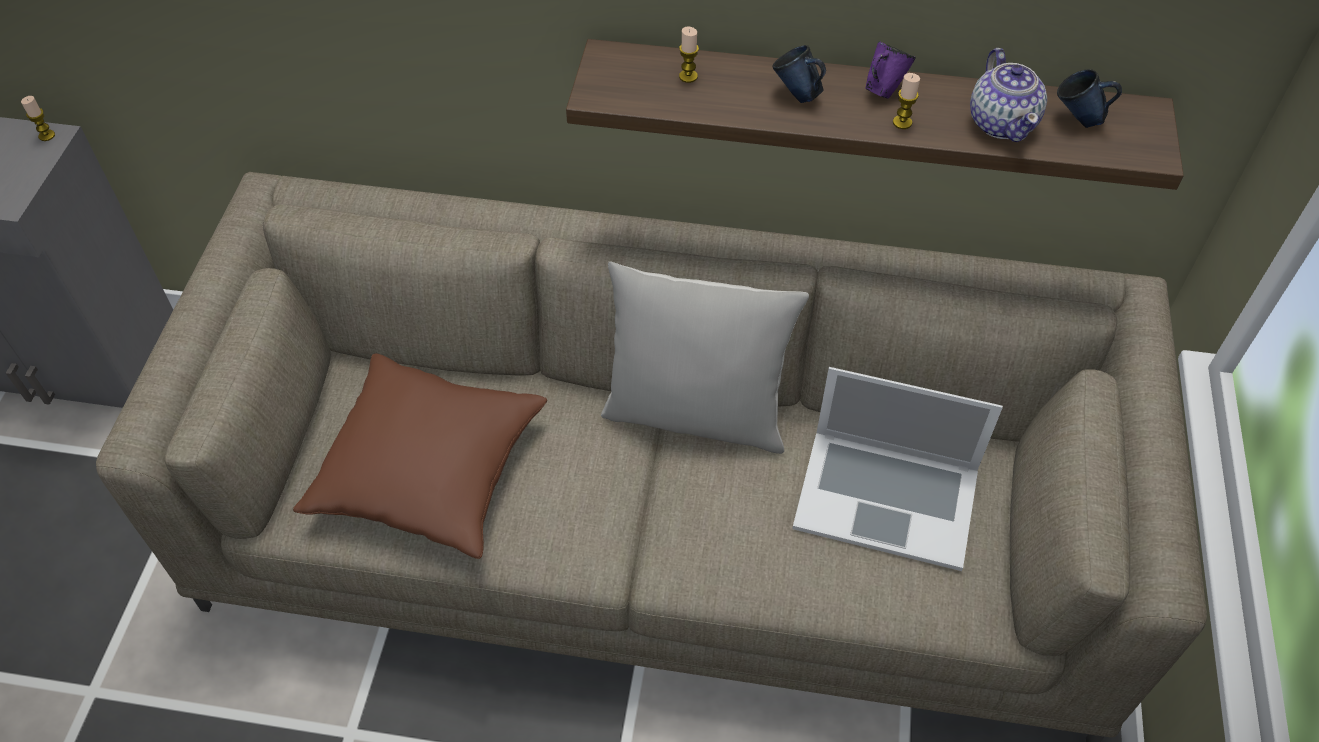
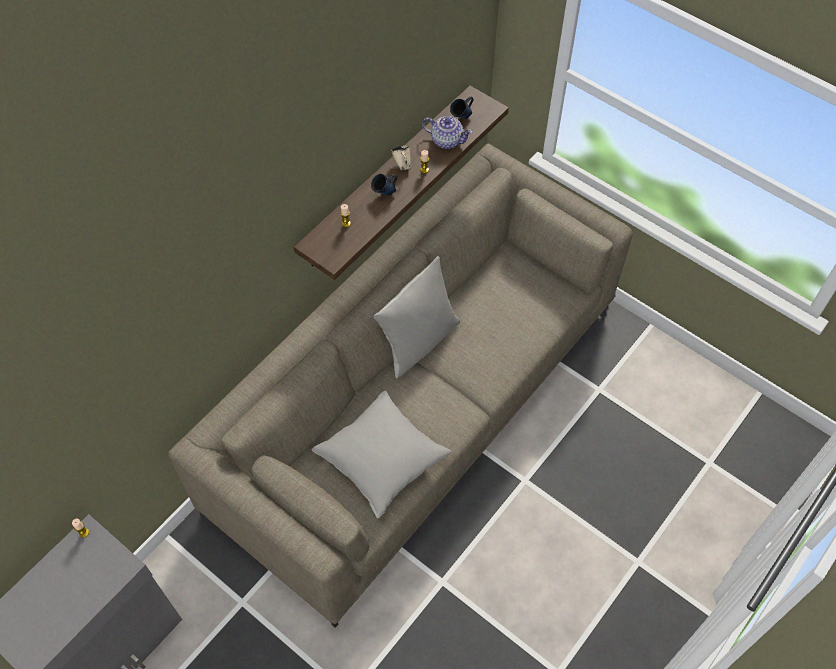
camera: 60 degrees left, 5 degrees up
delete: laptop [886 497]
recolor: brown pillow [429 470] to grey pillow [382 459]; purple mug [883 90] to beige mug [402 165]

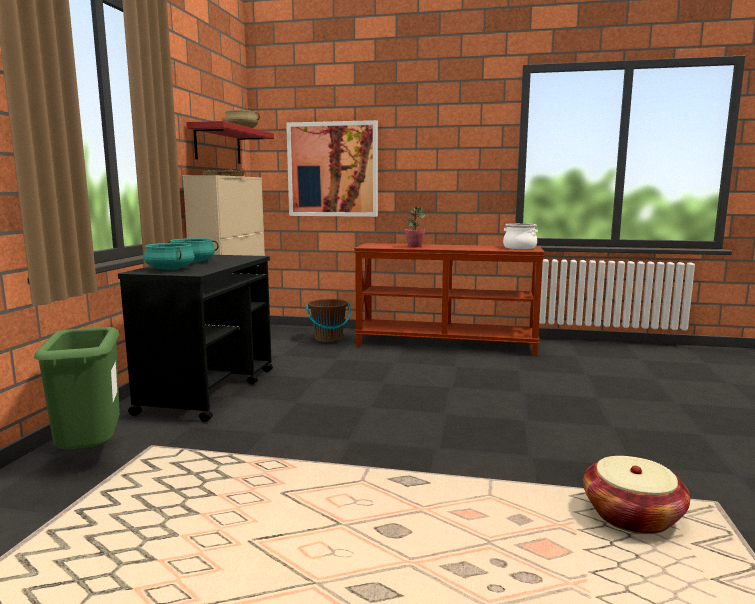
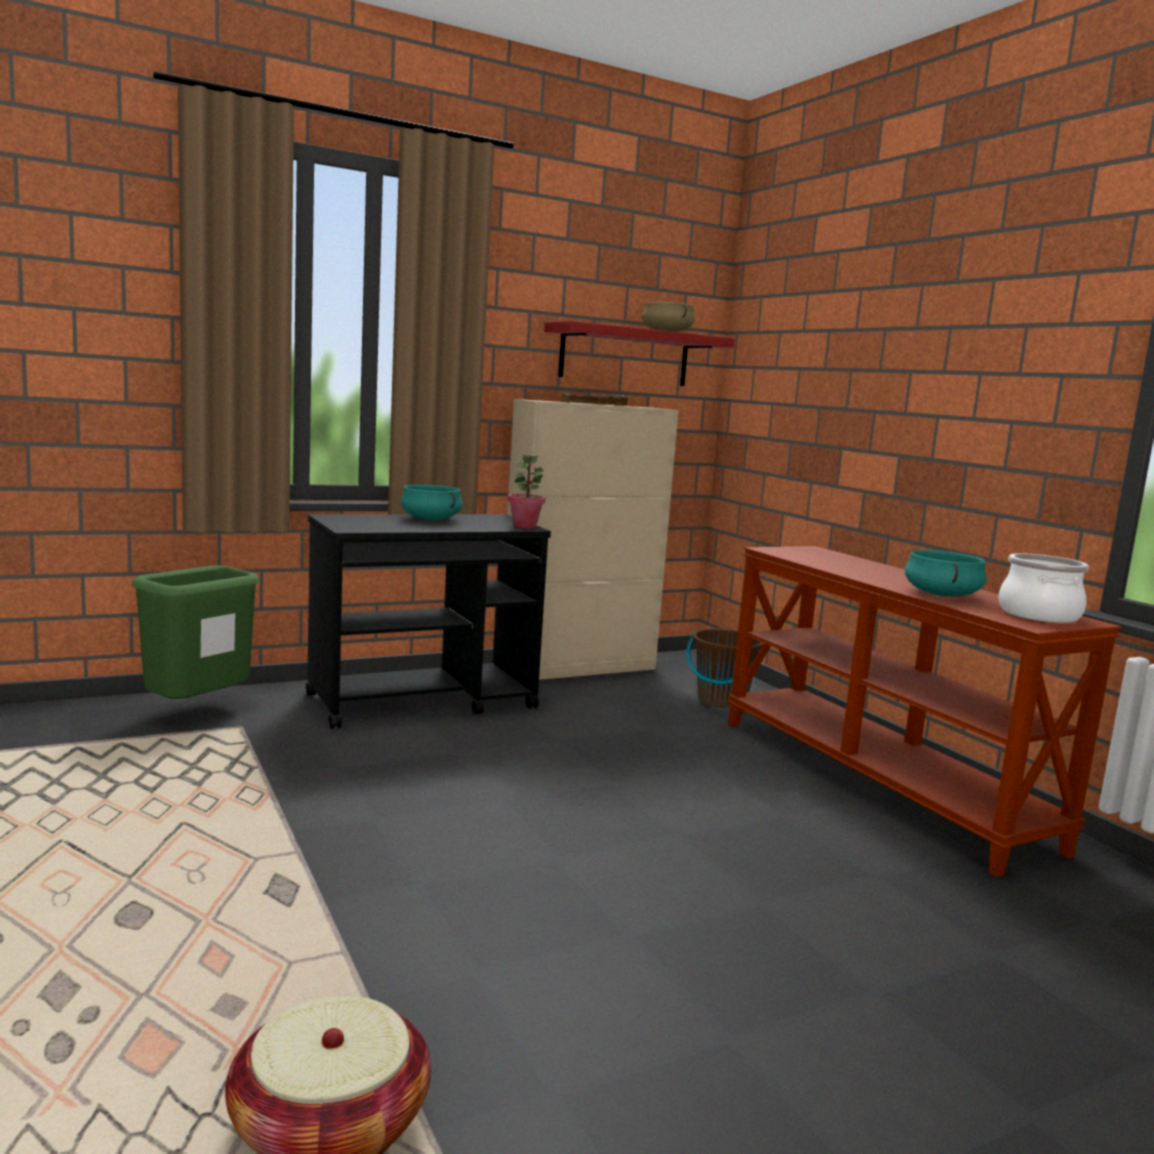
camera: 50 degrees right, 0 degrees up
delete: picture [332 169]
move: turquoise cooking pot [169 269] to [941 594]; potted plant [414 246] to [525 526]

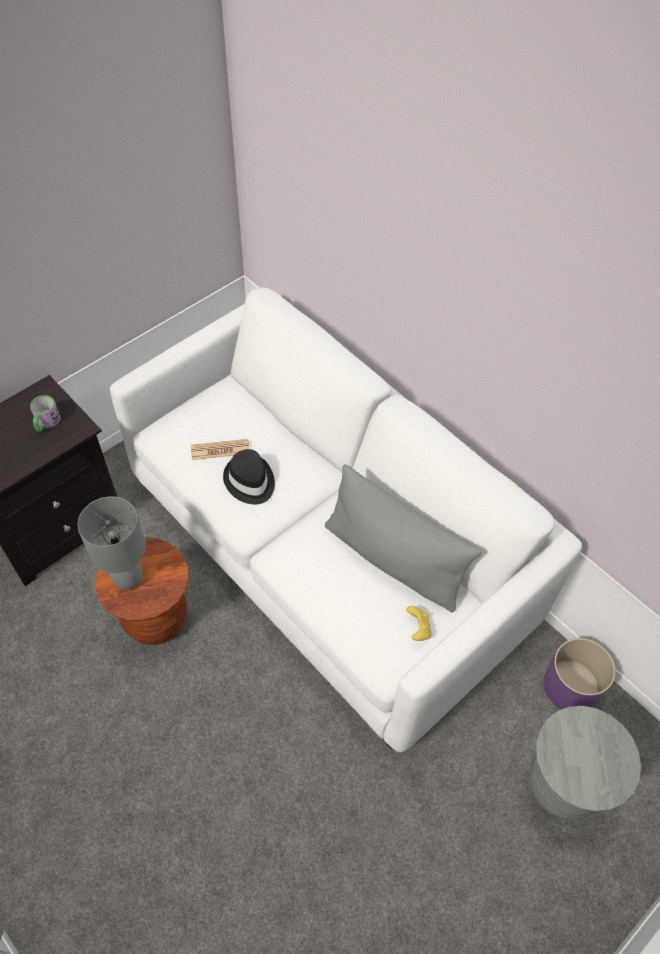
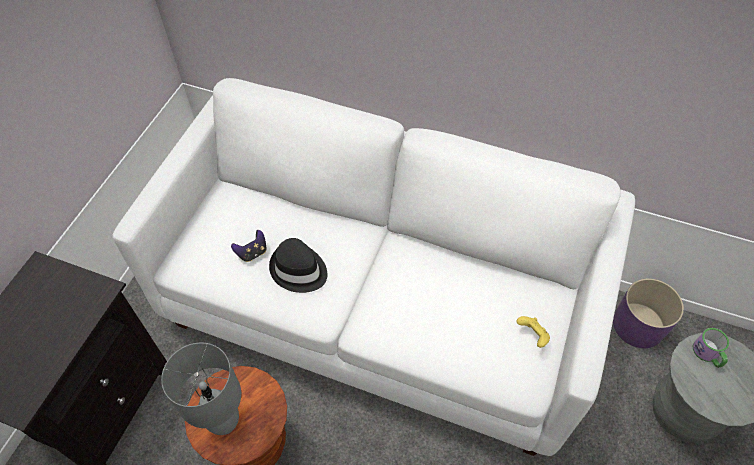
camera: 25 degrees left, 0 degrees up
delete: grey pillow [393 560]
move: mug [46 422] to [708 354]
replace: newspaper [220 450] to game controller [252 253]

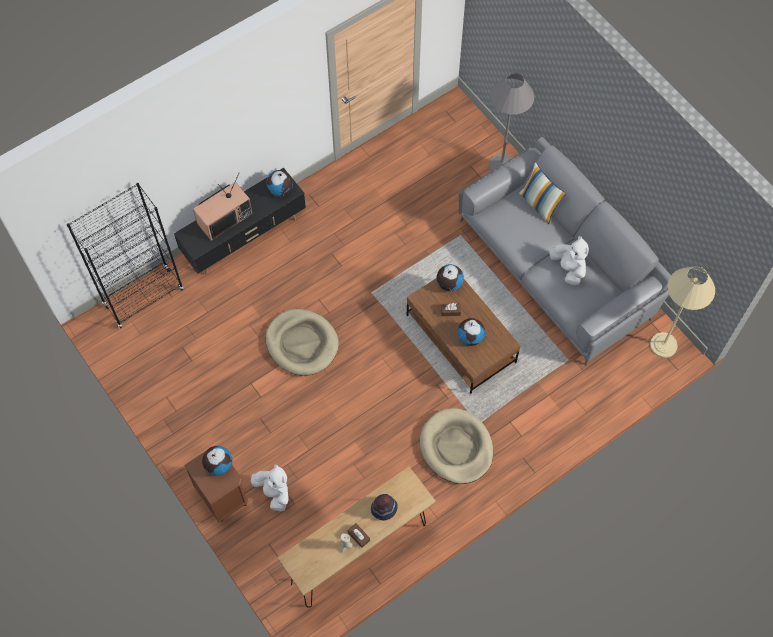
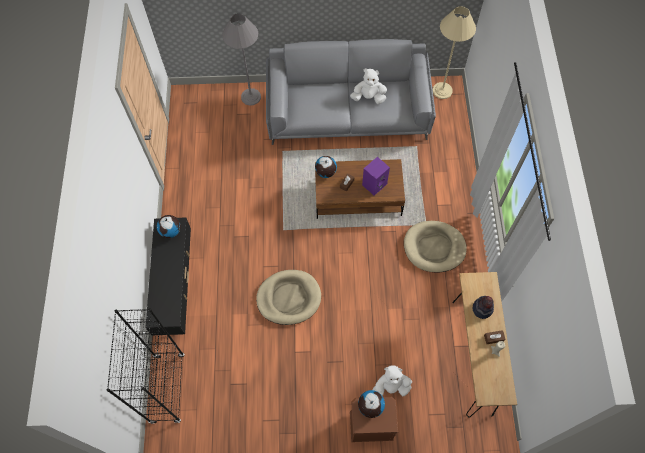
camera: 55 degrees left, 0 degrees up
delete: television [224 217]; pillow [539 204]
replace: globe [470 337] to purple speaker [374 184]

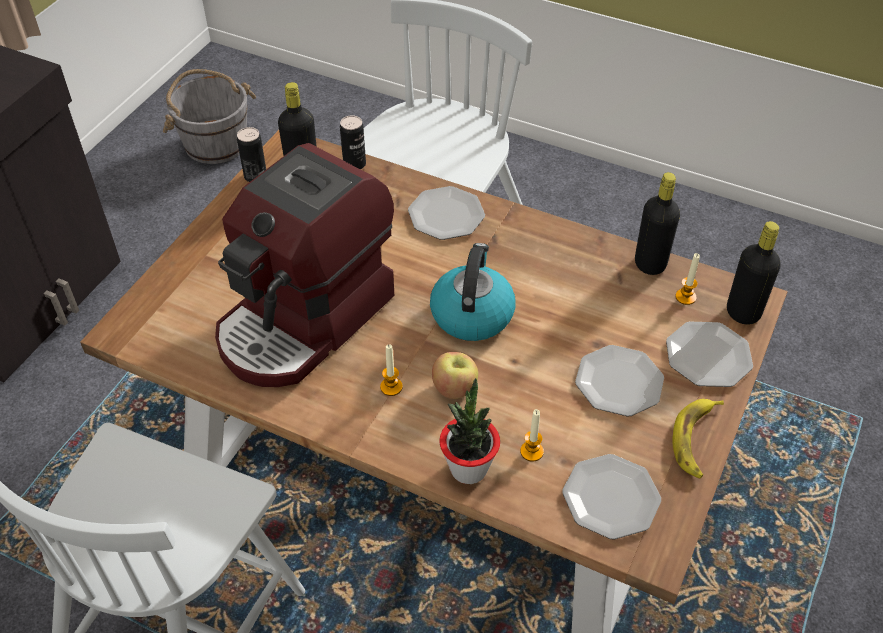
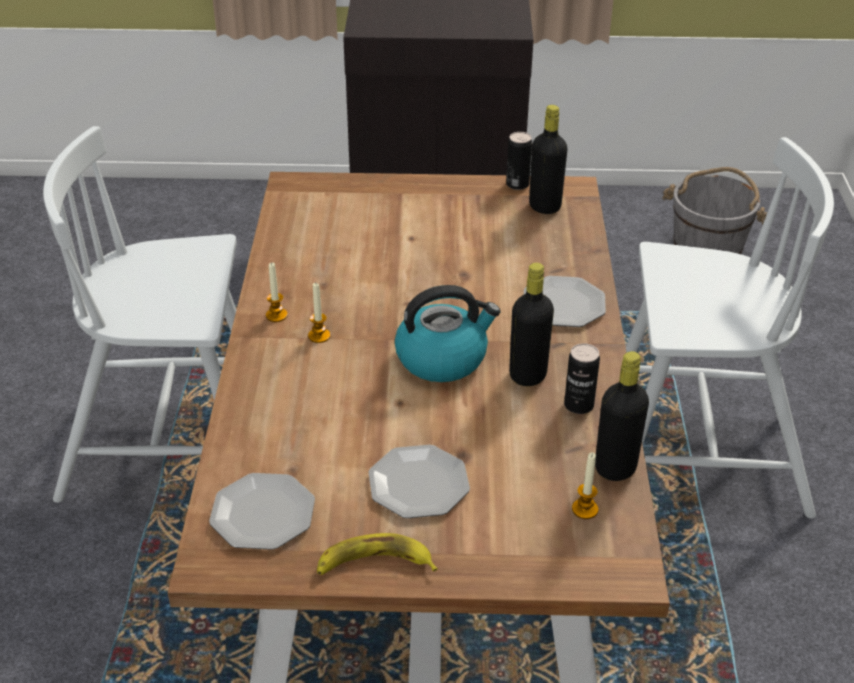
camera: 65 degrees right, 10 degrees down
delete: coffee machine [306 320]; apple [454 388]; potted plant [468 468]; plate [708 357]
move: can [354 164] to [578 405]; candle [531 451] to [276 315]; black bottle [743 313] to [527 375]

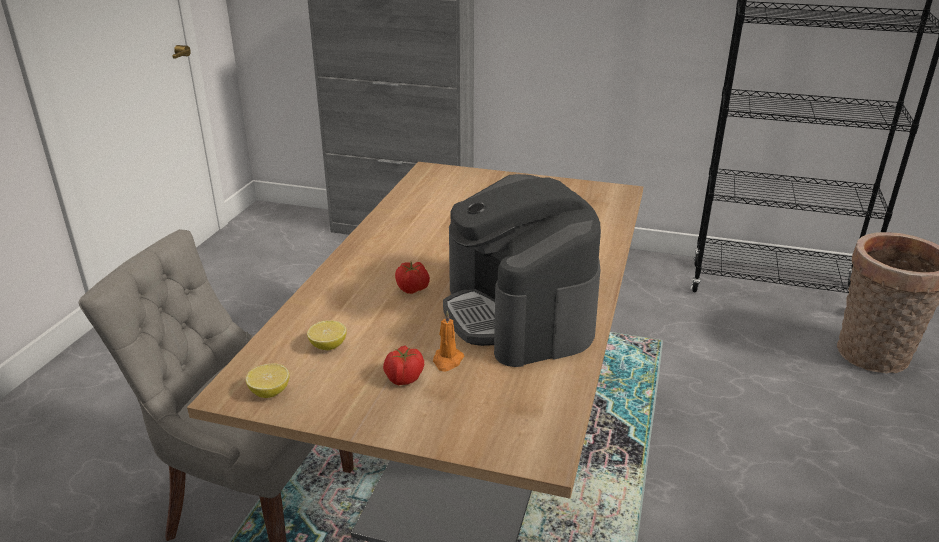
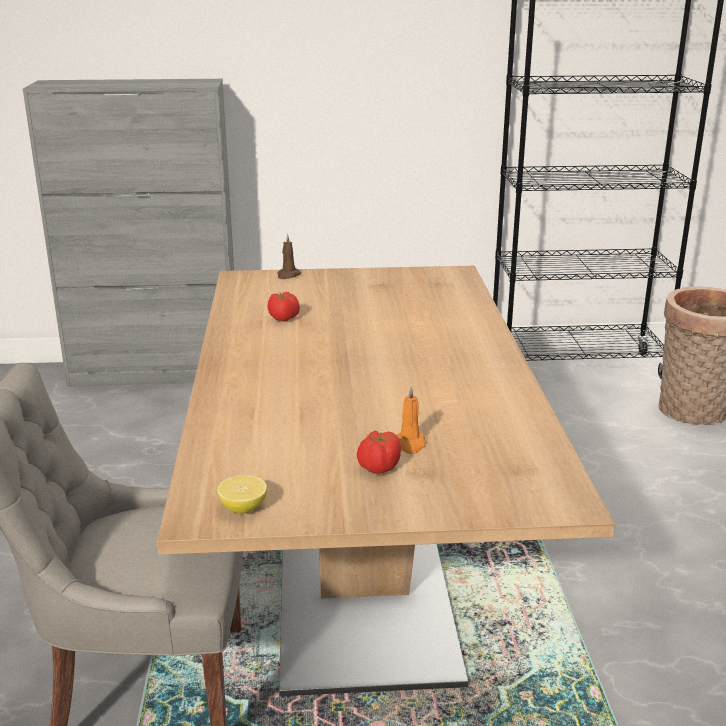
camera: 20 degrees left, 5 degrees down
delete: lemon [328 346]; coffee machine [519 314]
insert: brown candle [288 275]
move: tomato [413 289] to [284 318]

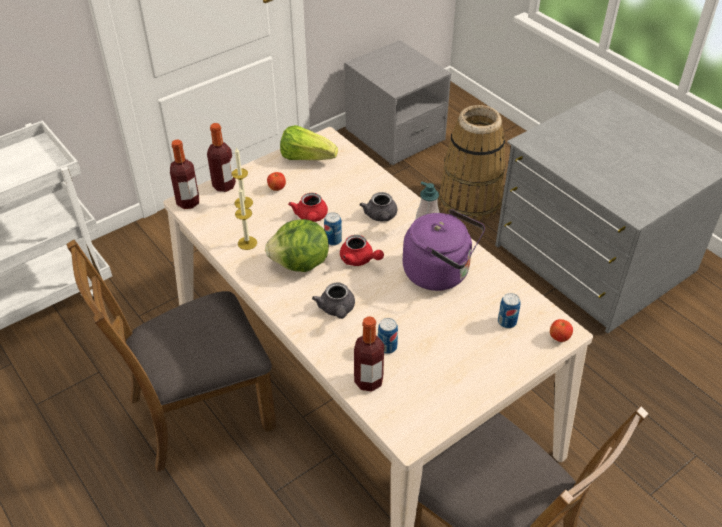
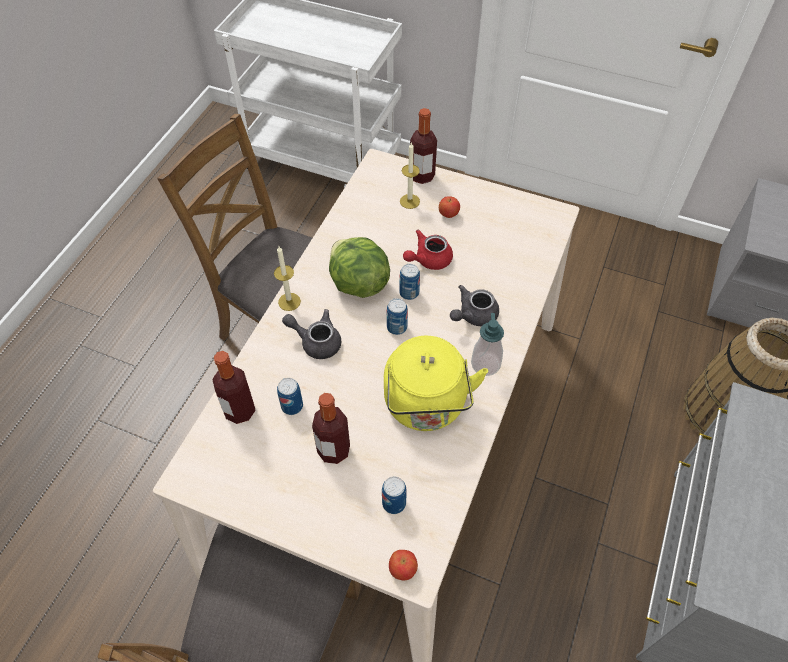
camera: 60 degrees right, 10 degrees up
delete: lettuce [306 158]
move: bottle [188 202] to [333 450]; candle [247 243] to [289 302]
replace: red teapot [359 260] to can [397 327]
recolor: purple kettle [440 273] to yellow kettle [426 406]
rotate: grey teapot [337 310] = [316 341] 60 degrees clockwise

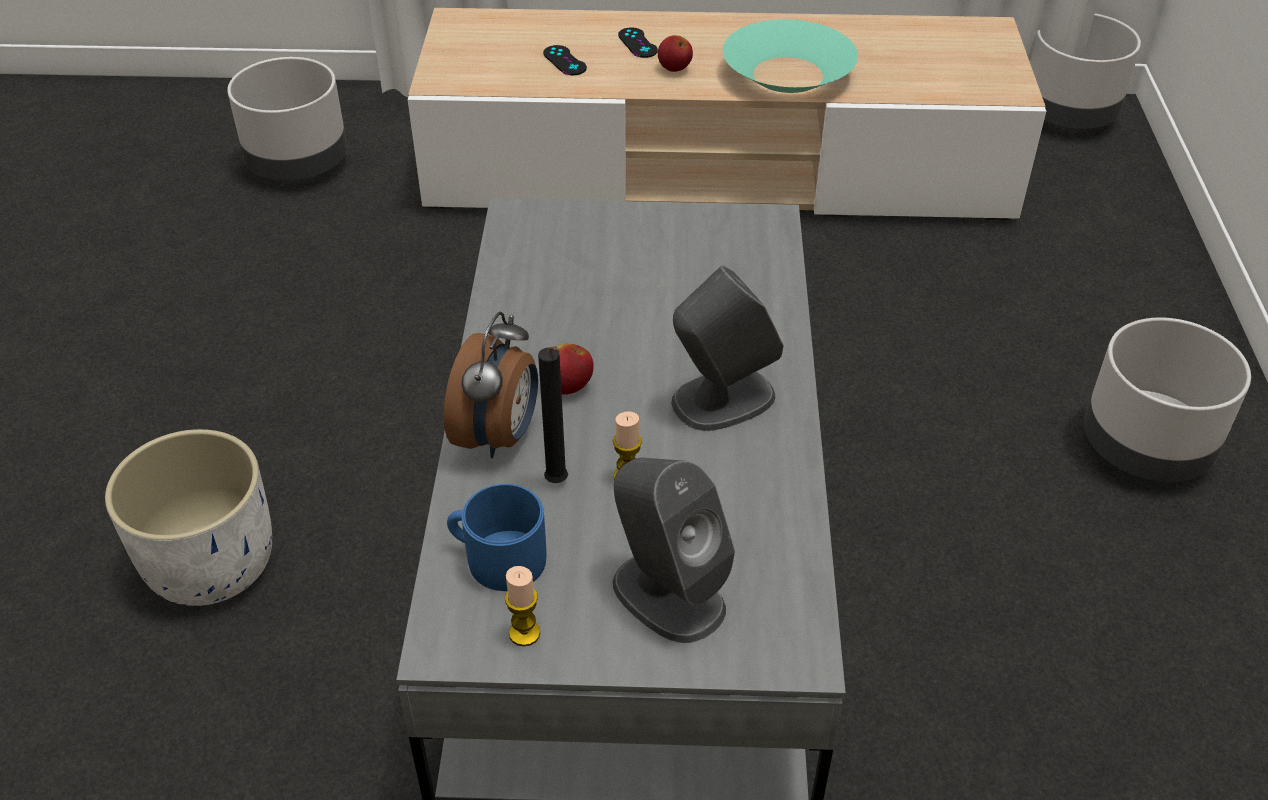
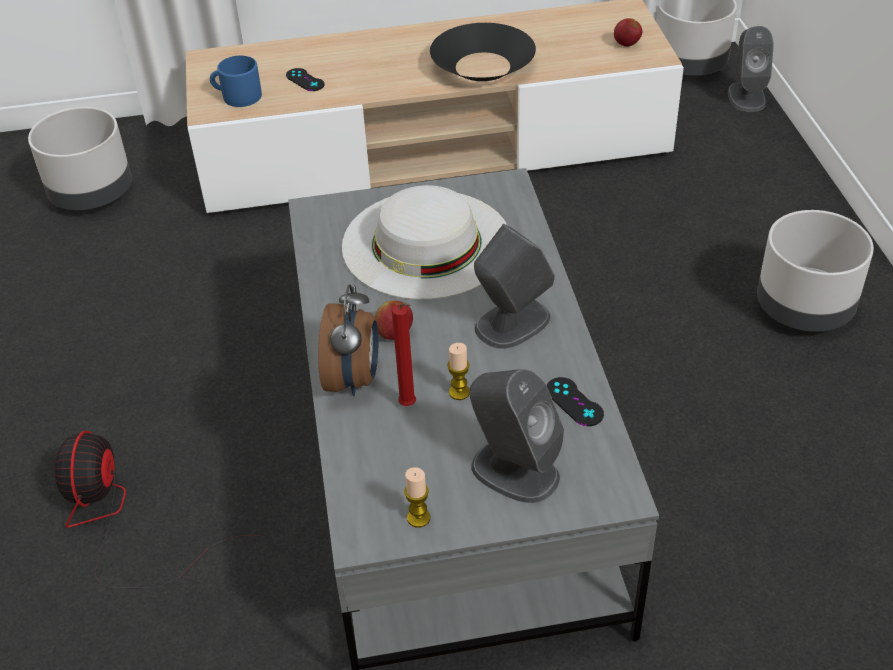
camera: 10 degrees left, 0 degrees up
insert: white hat [426 243]; grey speaker [746 96]
move: blue mug [497 557] to [237 96]; black game controller [637 43] to [574 402]; apple [674 69] to [627 44]
replace: white planter [211 563] to fan [120 522]
recolor: black candle [558 484] to red candle [409 406]; turquoise bowl [788 74] to black bowl [483 66]

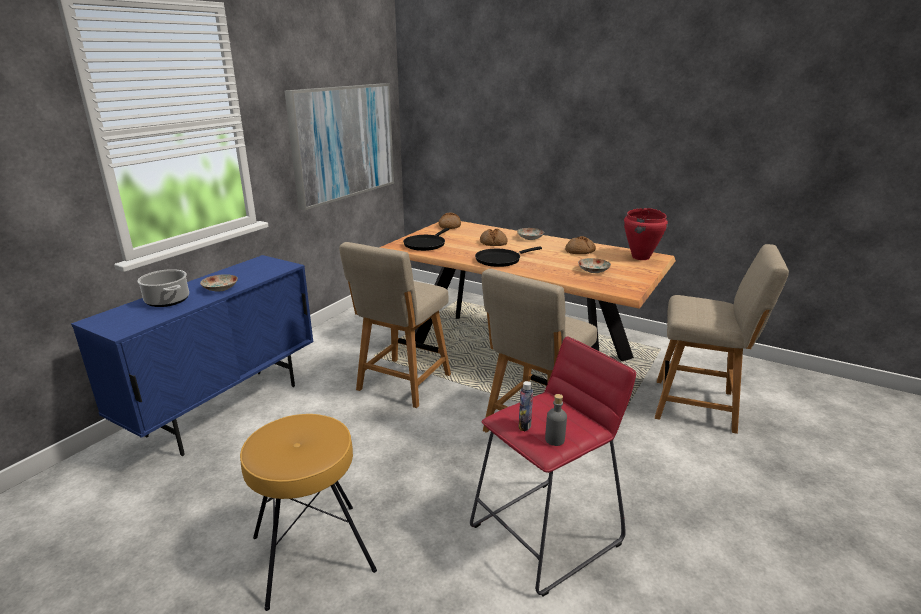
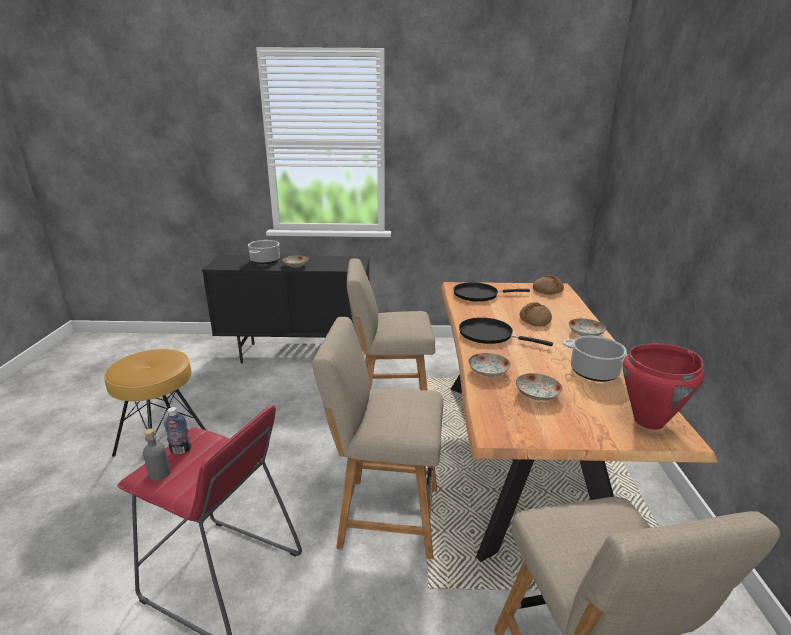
camera: 60 degrees right, 0 degrees up
delete: picture [343 142]
insert: plate [488 371]
replace: bread [580 251] to cooking pot [593 372]
recolor: blue cabinet [225 409] to black cabinet [297 354]

